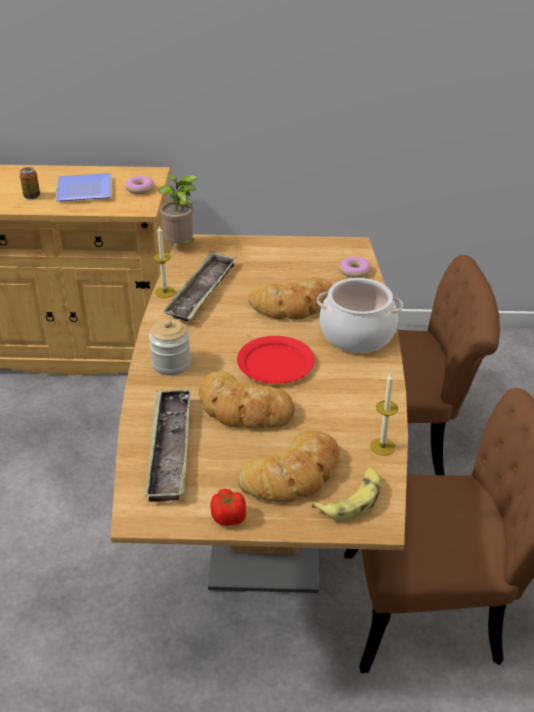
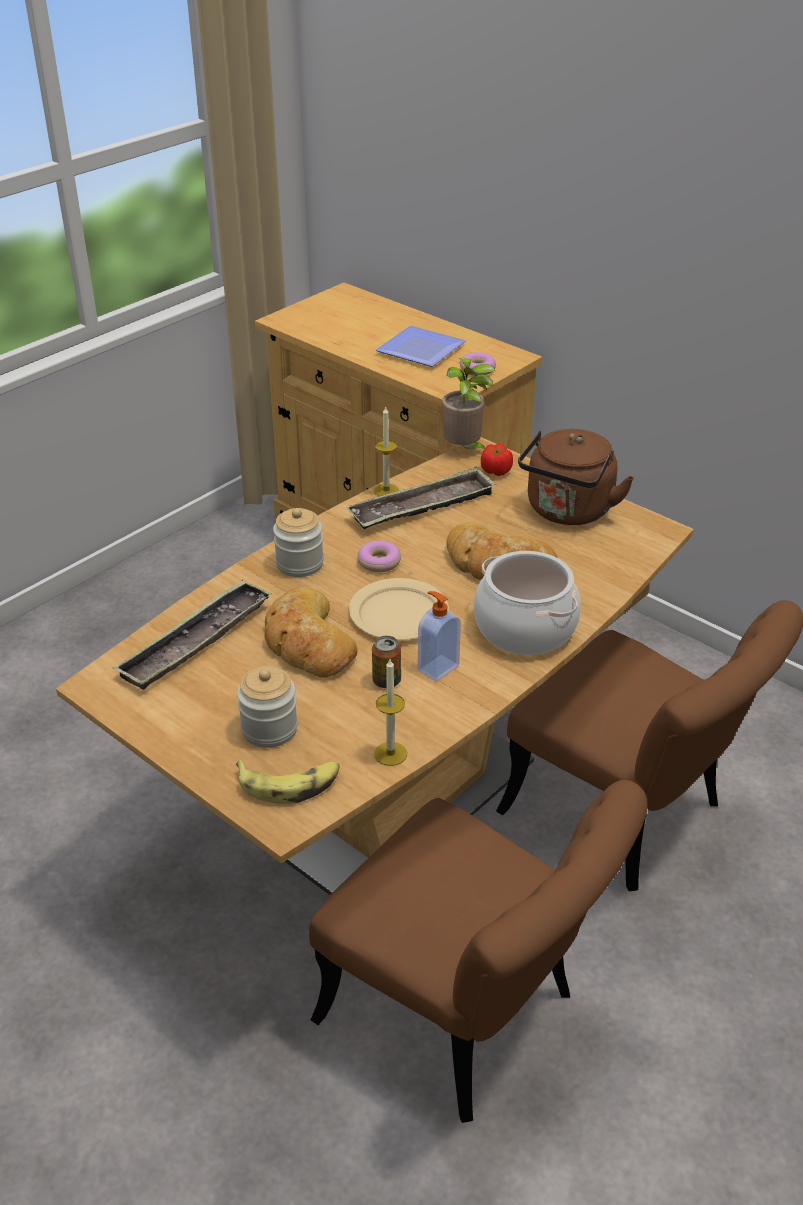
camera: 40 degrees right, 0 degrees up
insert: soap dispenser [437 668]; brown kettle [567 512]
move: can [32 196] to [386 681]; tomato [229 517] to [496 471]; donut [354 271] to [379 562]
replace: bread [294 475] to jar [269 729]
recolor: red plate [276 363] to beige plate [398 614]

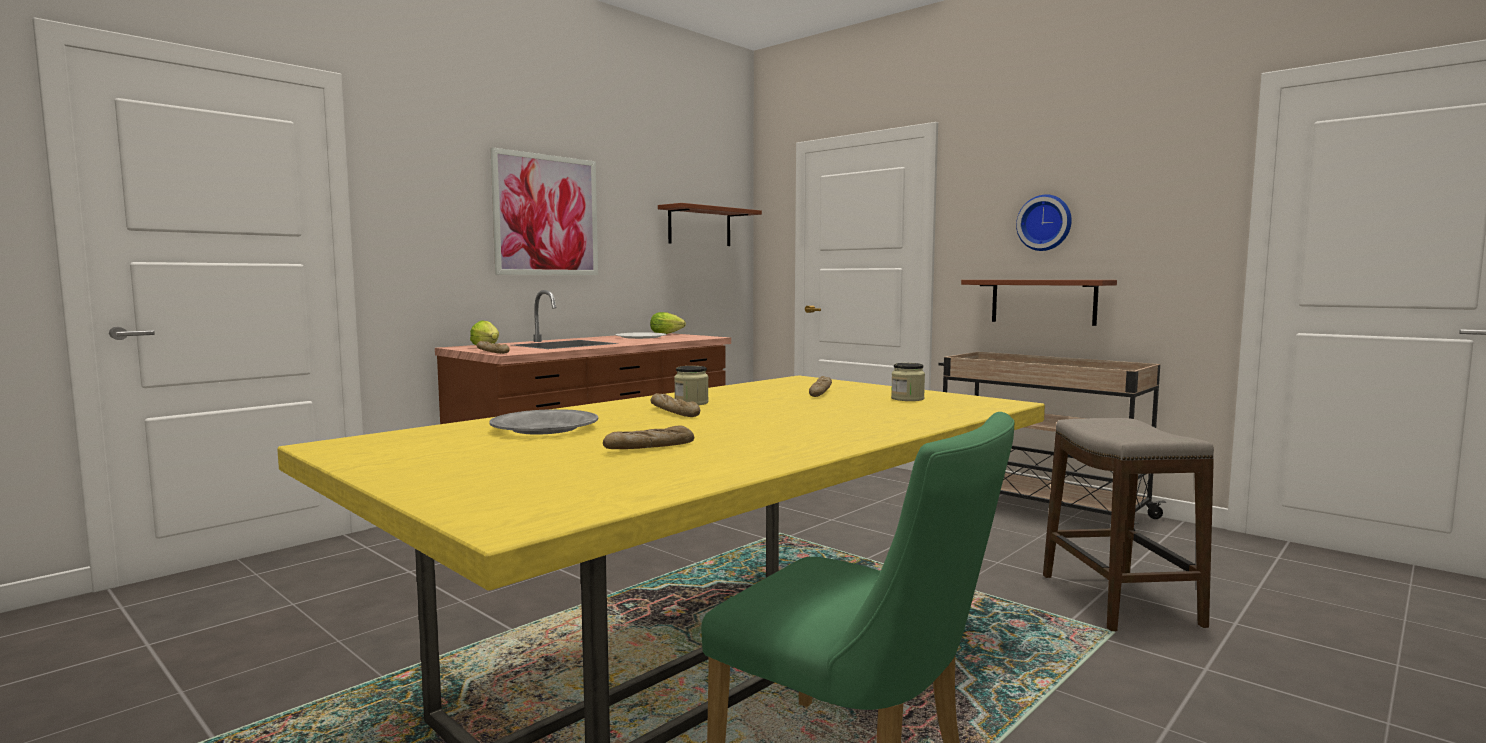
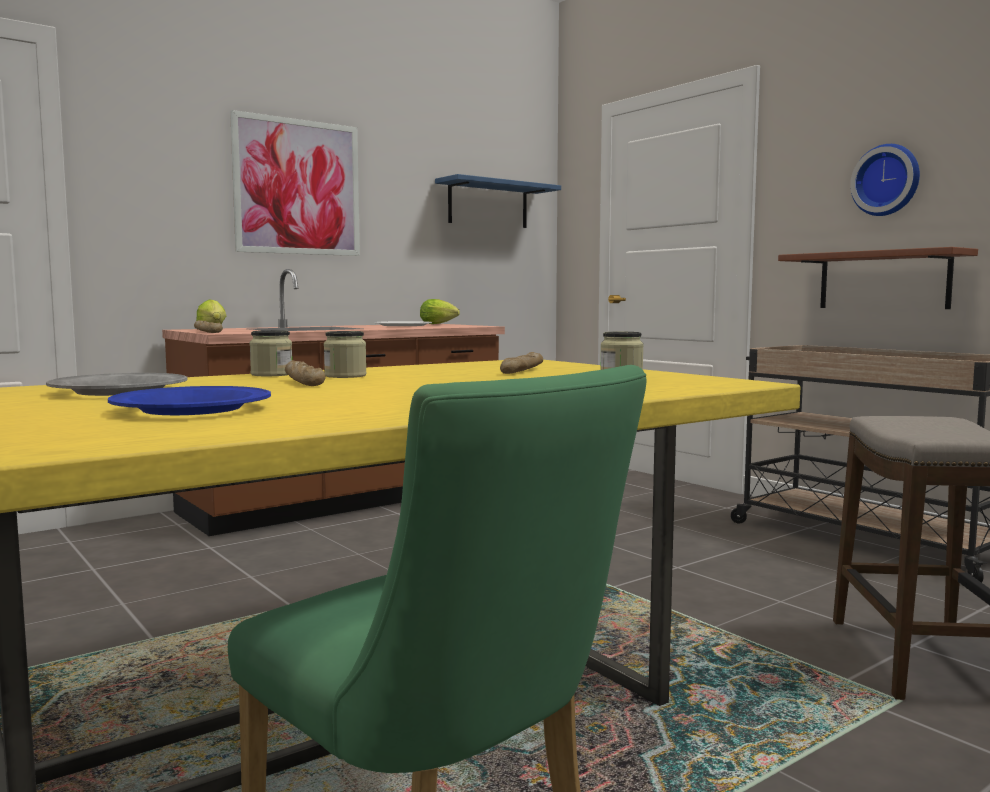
camera: 10 degrees right, 0 degrees up
insert: jar [271 374]
replace: bread [650 447] to blue plate [191 409]
recolor: brown shelf [699 226] to blue shelf [488 204]

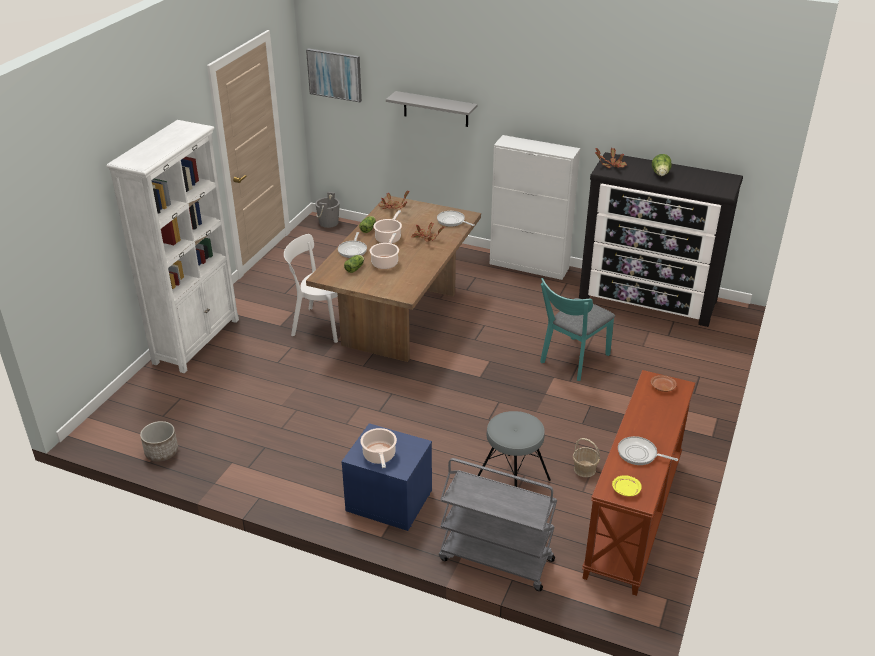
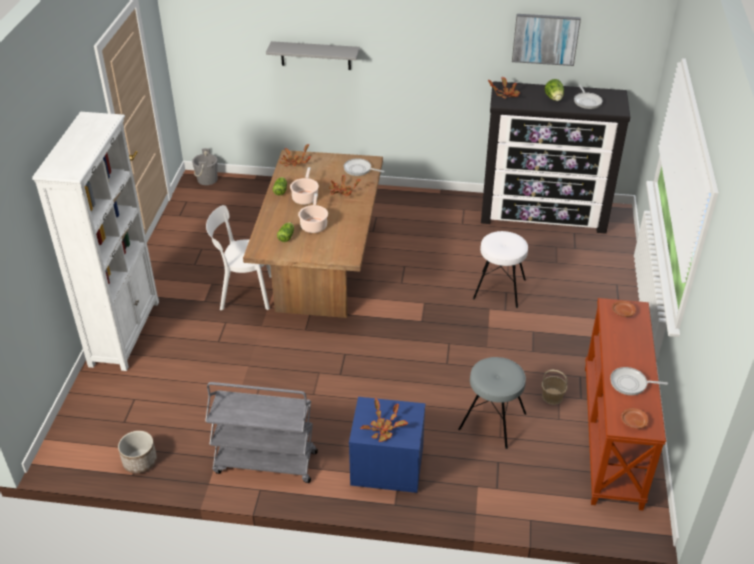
camera: 15 degrees left, 5 degrees up
delete: white cabinet [529 266]
move: picture [334 74] to [545 39]; frying pan [353 250] to [587 101]; grey cart [495 560] to [264 463]
replace: cooking pot [379 456] to potted plant [383 429]; turquoise chair [572 361] to white stool [499 289]
recolor: yellow plate [625 490] to brown plate [633 422]

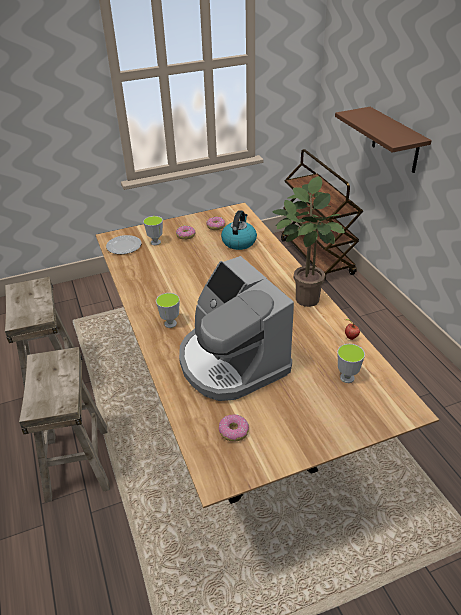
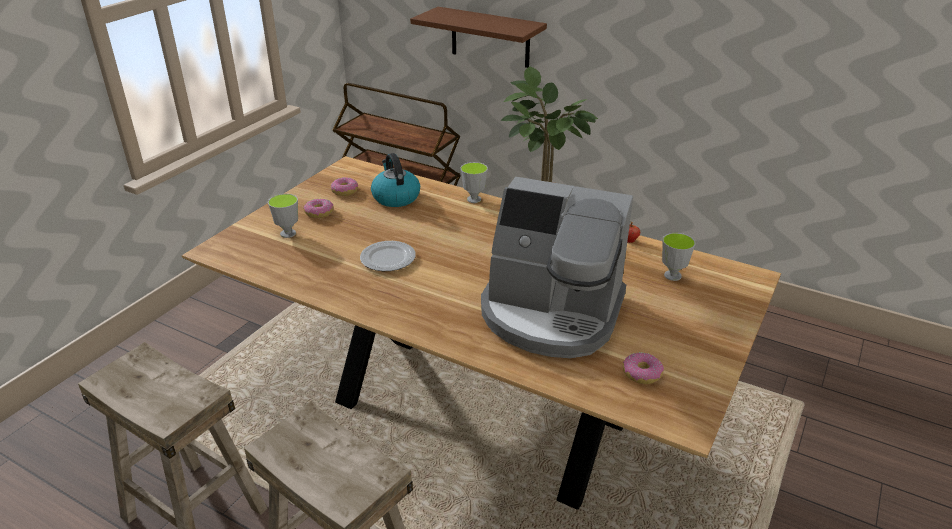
camera: 40 degrees left, 5 degrees down
move: plate [123 247] to [387 259]; cup [170 324] to [474 199]

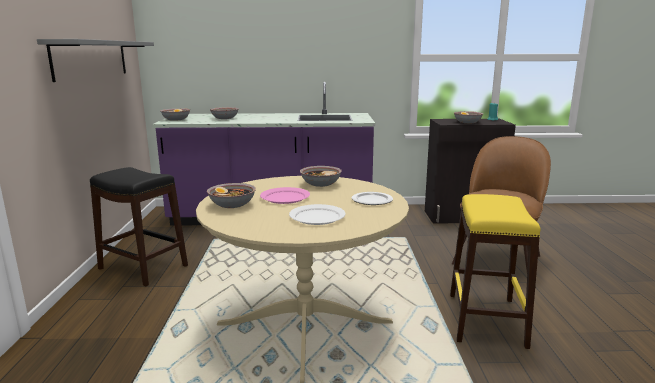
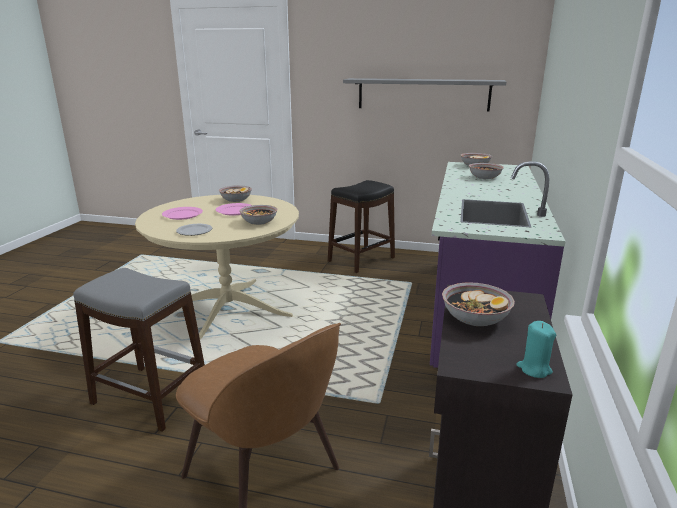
camera: 105 degrees right, 5 degrees up
recolor: white plate [317 217] to pink plate [182 215]; yellow stool [486 319] to grey stool [150 397]

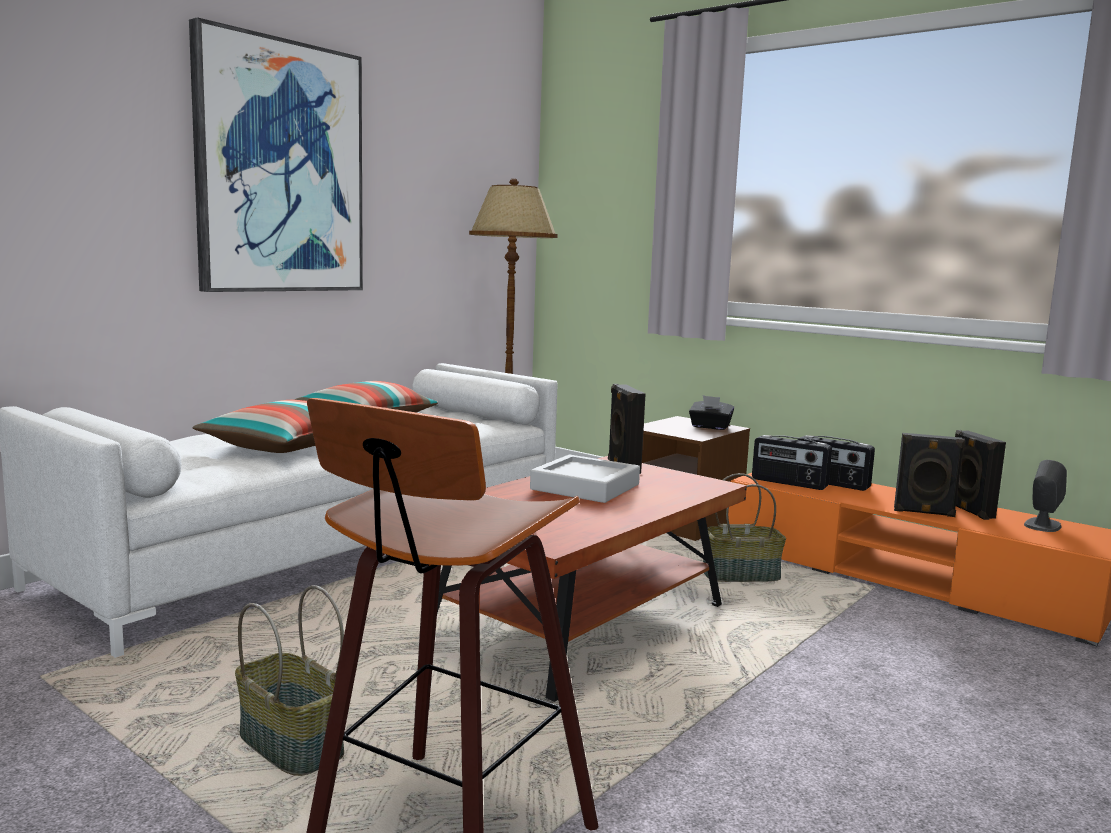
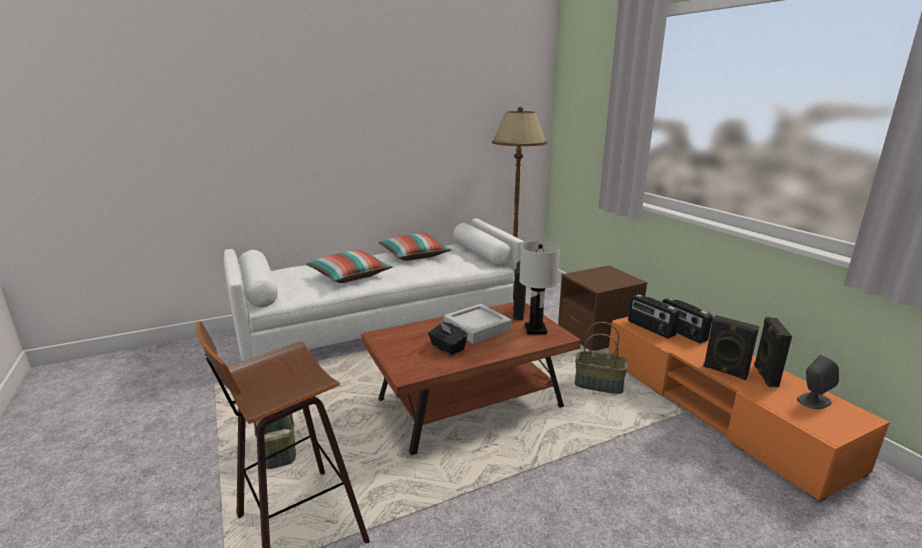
camera: 25 degrees right, 10 degrees up
delete: picture [280 168]
insert: white table lamp [535 330]
move: black tissue box [710 427] to [447 348]

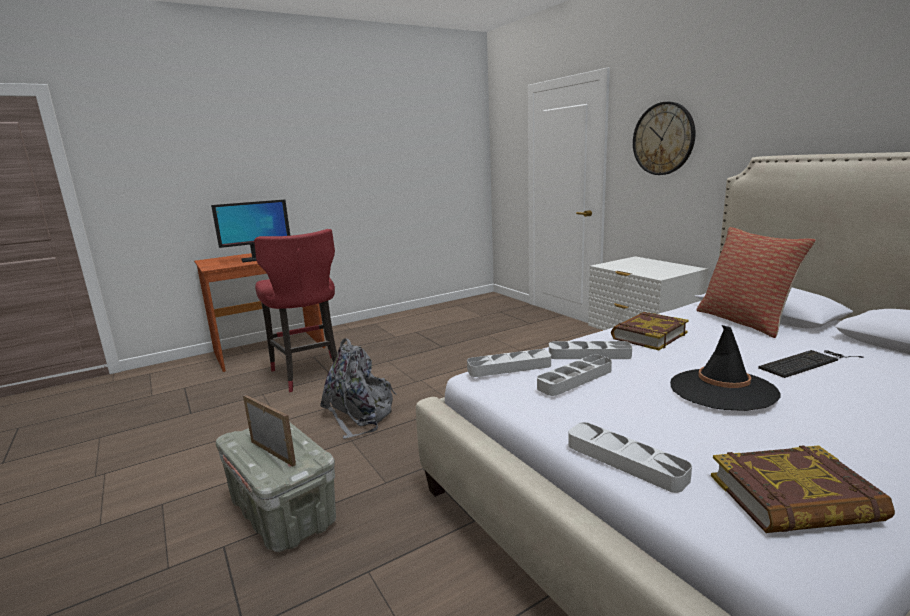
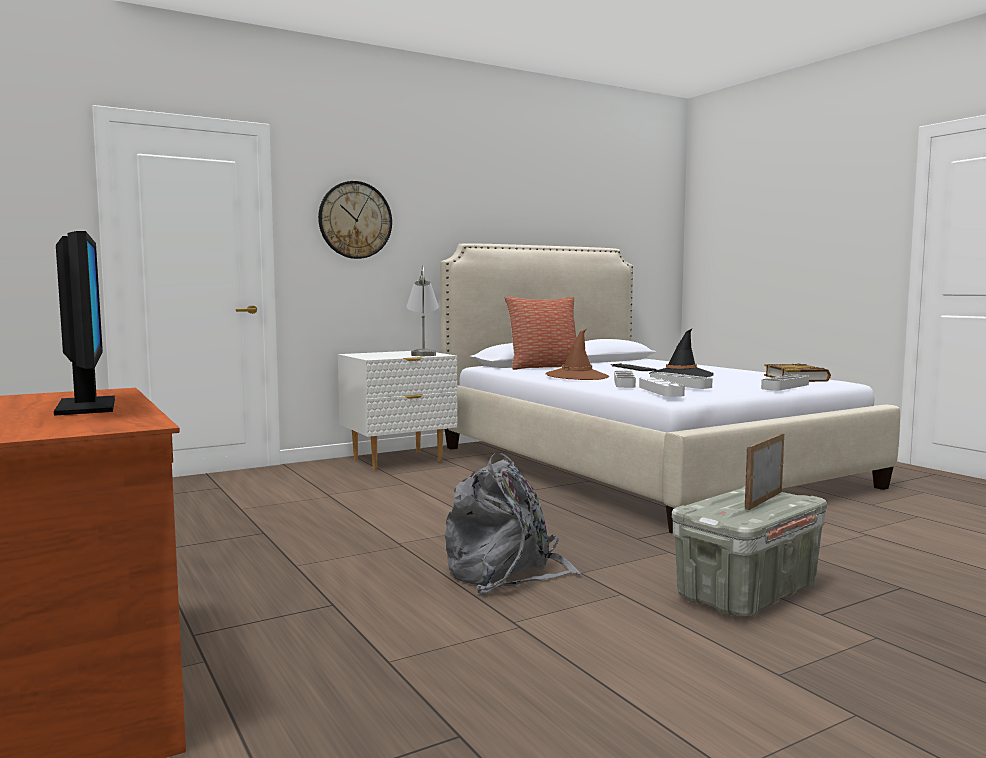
camera: 90 degrees left, 10 degrees down
delete: red stool [309 374]
insert: grey table lamp [423 353]
replace: book [648 335] to brown hat [577 376]

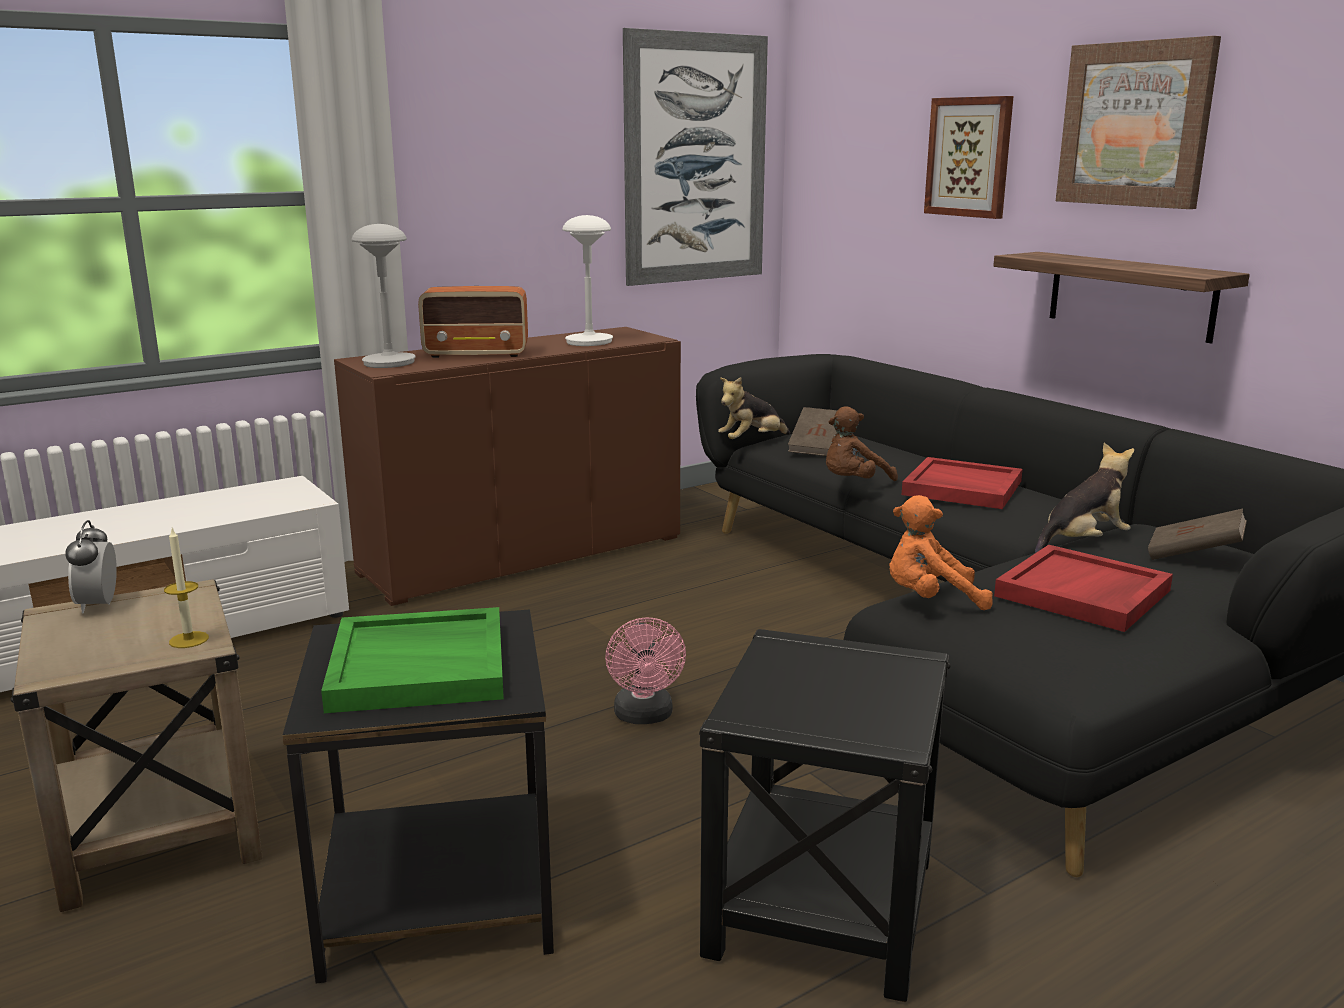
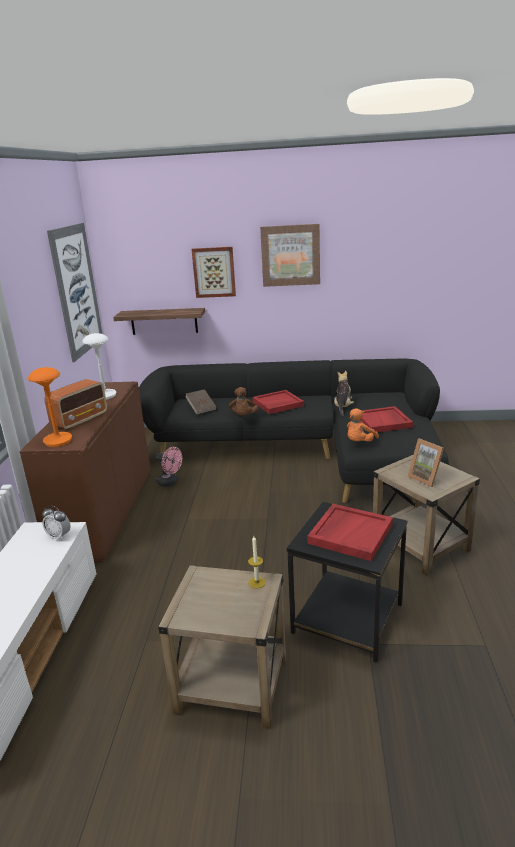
camera: 50 degrees left, 5 degrees up
delete: plush toy [752 441]; brown book [1193 556]
insert: picture frame [426 478]
move: alarm clock [98 605] to [59 536]; pink fan [645 716] to [170 483]; shelf [1130 295] to [164 321]
recolor: green tray [420 665] to red tray [350 533]; grey table lamp [389 362] to orange table lamp [57 440]; black side table [821 909] to beige side table [420 546]

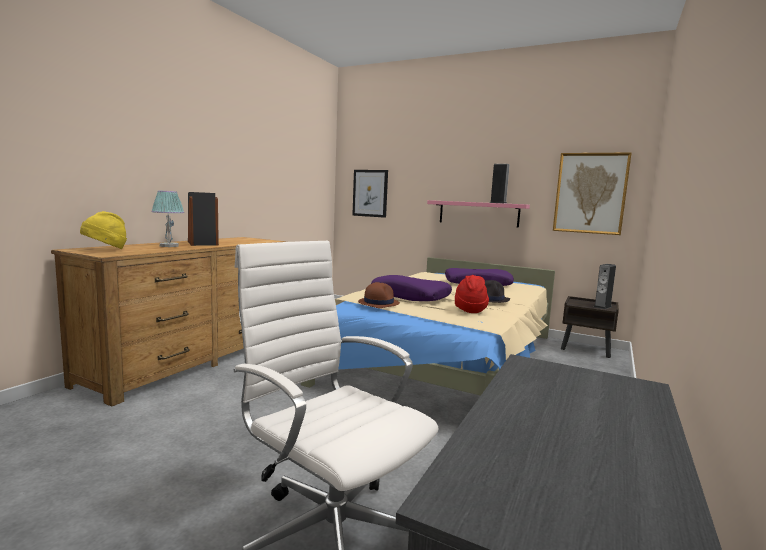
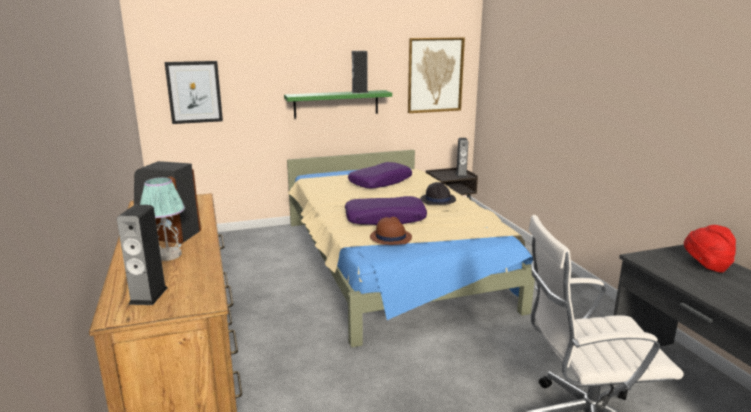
camera: 45 degrees left, 10 degrees up
move: red hat [469 310] to [706 266]
replace: yellow hat [105 249] to speaker [148 295]
recolor: pink shelf [478 213] to green shelf [336 104]

